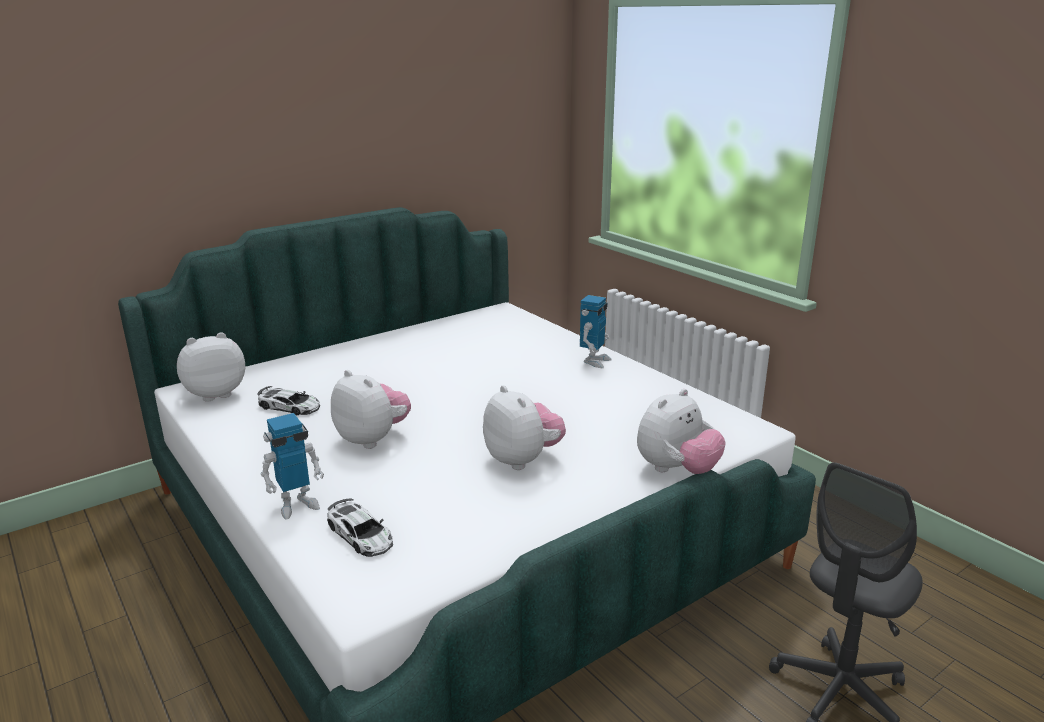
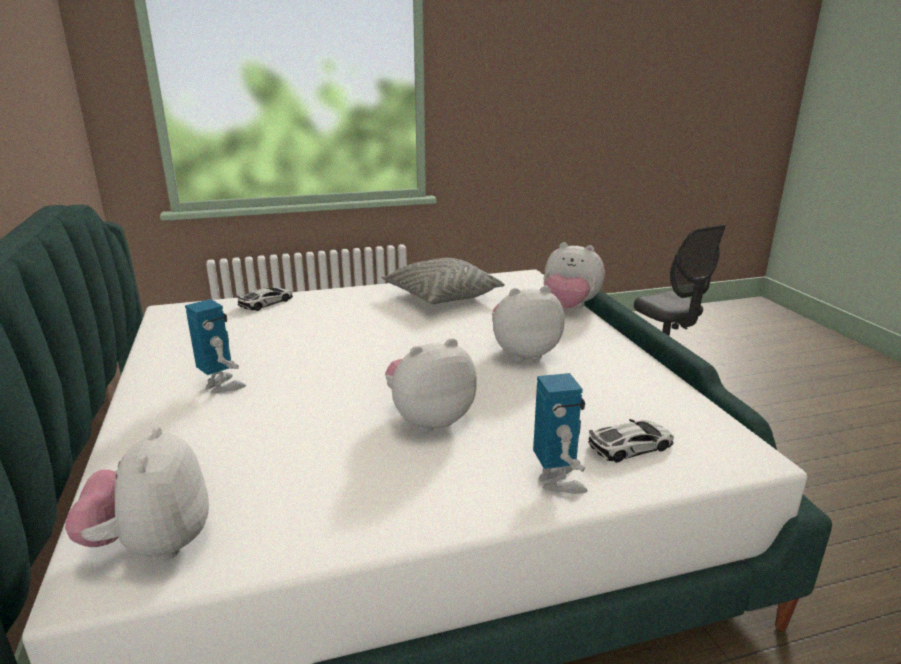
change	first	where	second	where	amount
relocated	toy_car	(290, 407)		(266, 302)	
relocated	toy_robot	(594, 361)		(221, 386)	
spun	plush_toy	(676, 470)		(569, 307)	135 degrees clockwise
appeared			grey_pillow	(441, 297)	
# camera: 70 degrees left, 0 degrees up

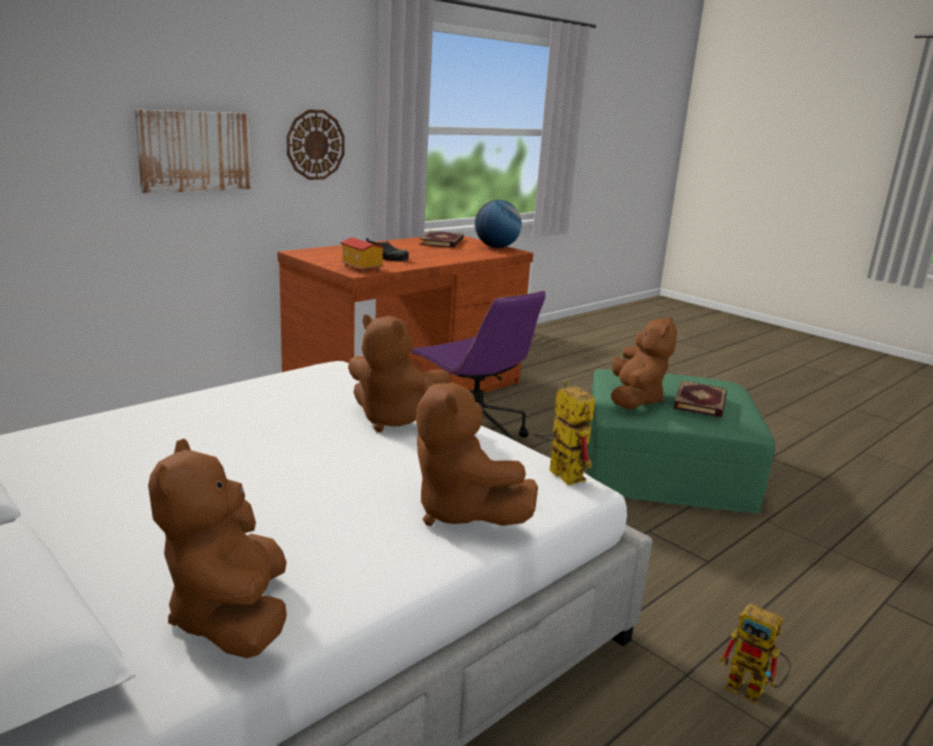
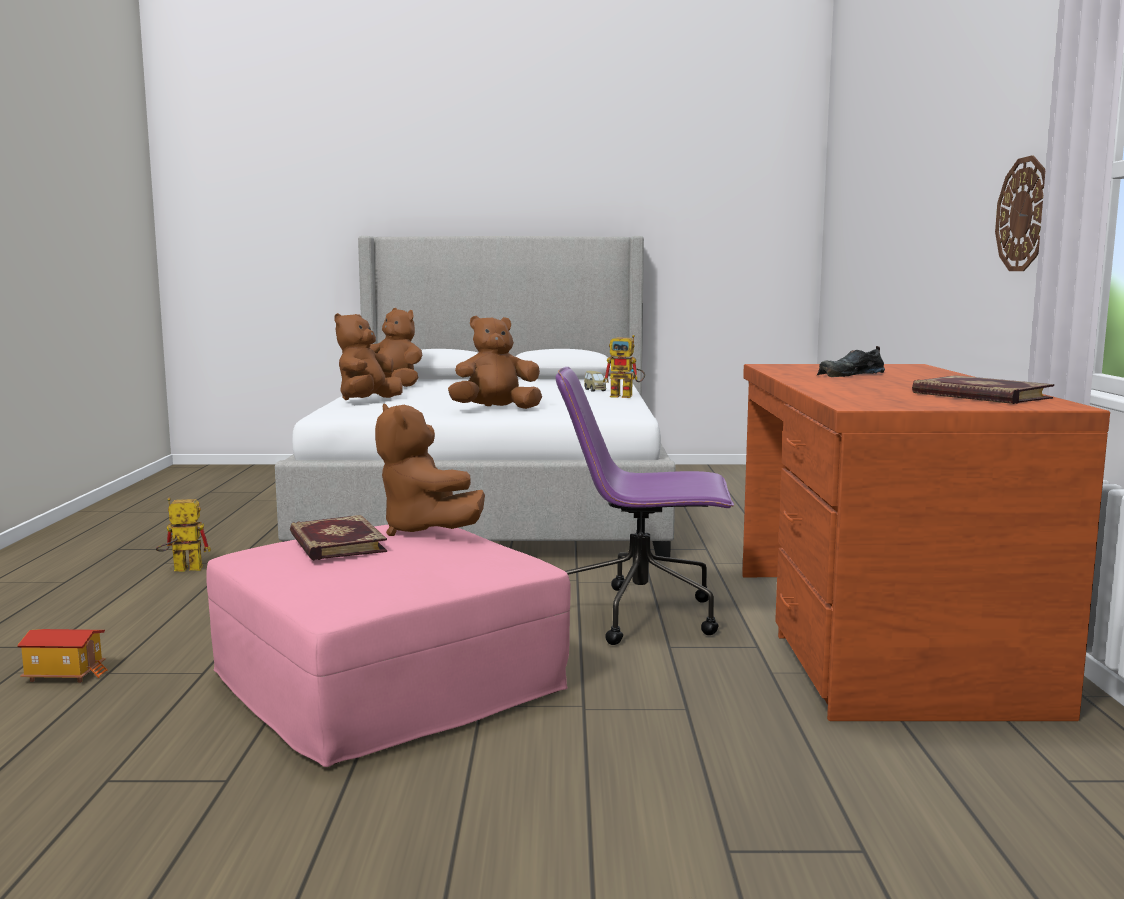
change	first	where	second	where	amount
missing	picture	(195, 151)			
relocated	toy_house	(361, 268)		(66, 674)	
spun	brown_plush_toy	(461, 512)		(367, 401)	75 degrees counterclockwise
missing	globe	(496, 247)			
relocated	toy_robot	(559, 473)		(626, 396)	
colour	green_ottoman	(666, 468)	pink_ottoman	(385, 683)	
appeared			toy_car	(595, 390)	
# camera: 135 degrees right, 10 degrees down

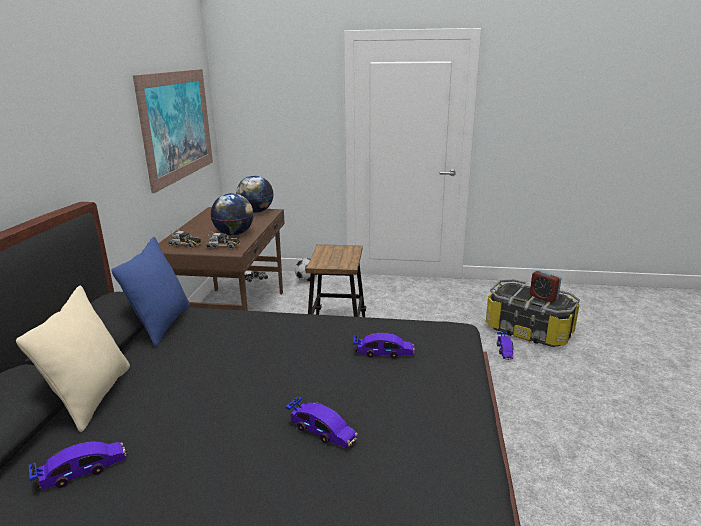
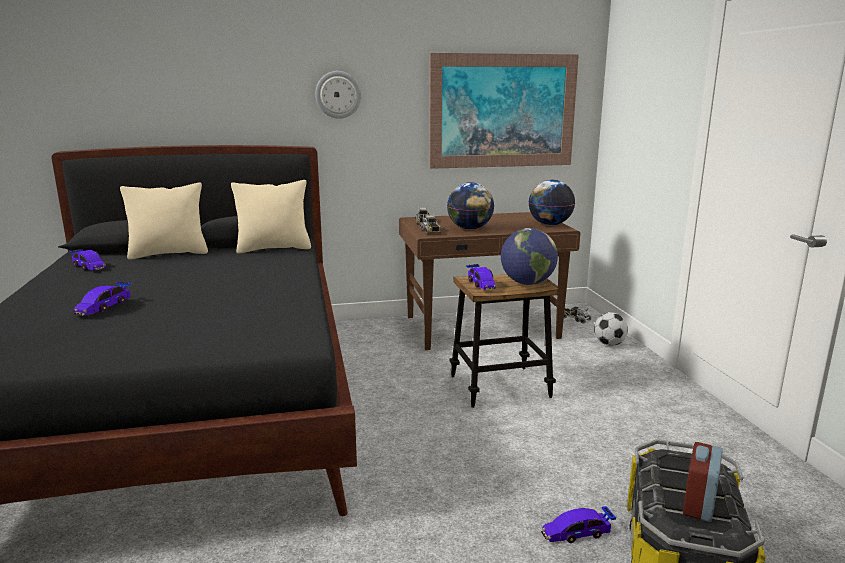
change	first	where	second	where	amount
colour	blue_pillow	(161, 324)	beige_pillow	(274, 248)	
relocated	toy_car	(384, 352)		(481, 284)	
appeared			wall_clock	(338, 94)	
appeared			globe	(527, 283)	
# camera: 70 degrees right, 5 degrees down

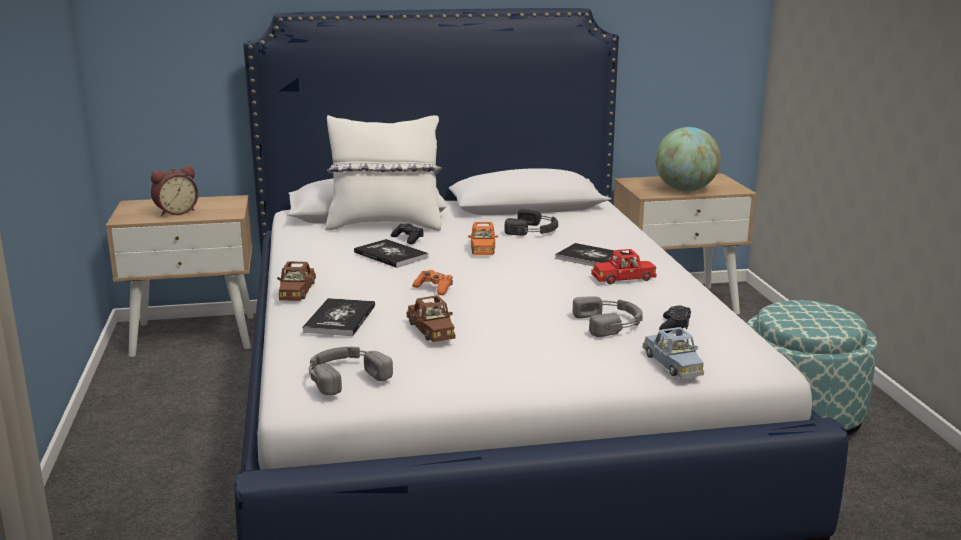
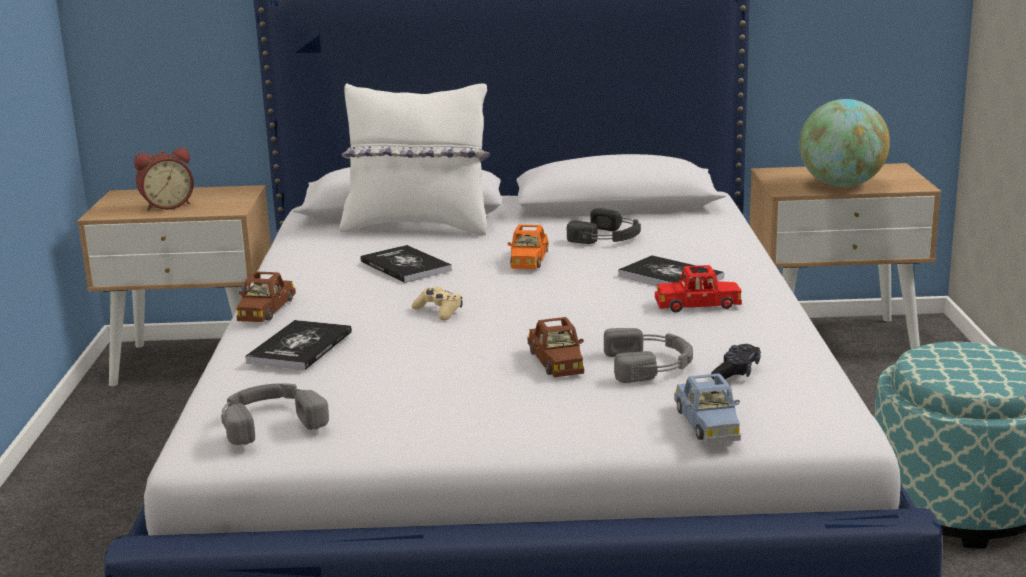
change	first	where	second	where	amount
missing	black_game_controller	(408, 239)			
relocated	brown_toy_car	(431, 330)		(556, 362)	
colour	orange_game_controller	(434, 288)	beige_game_controller	(439, 311)	
# camera: 10 degrees right, 0 degrees up

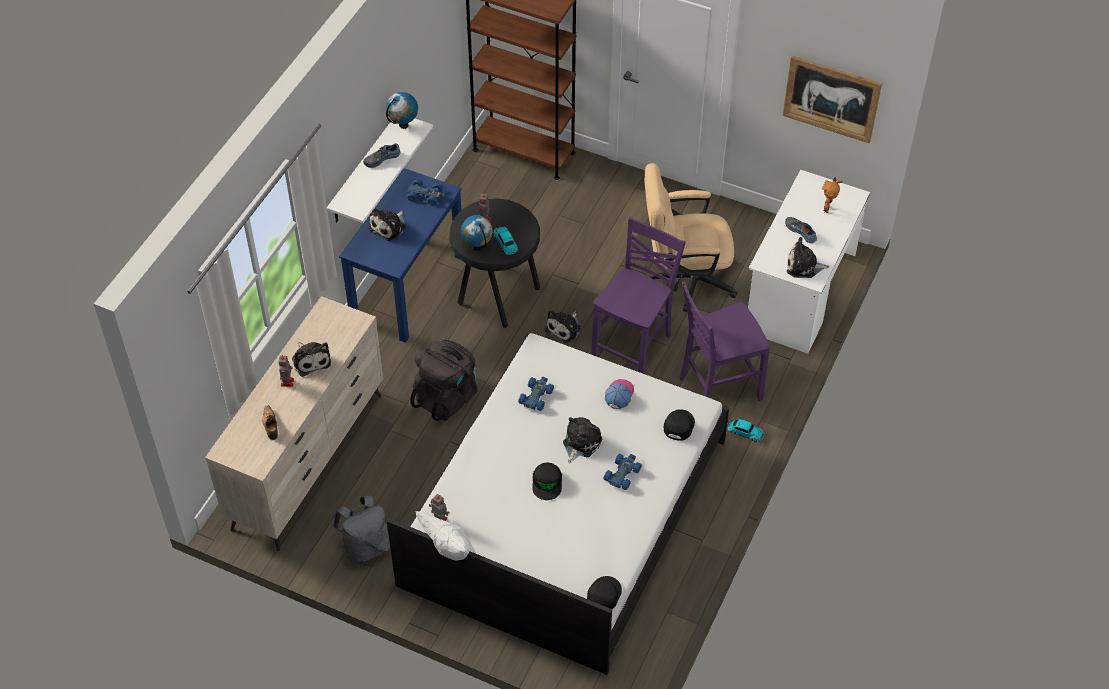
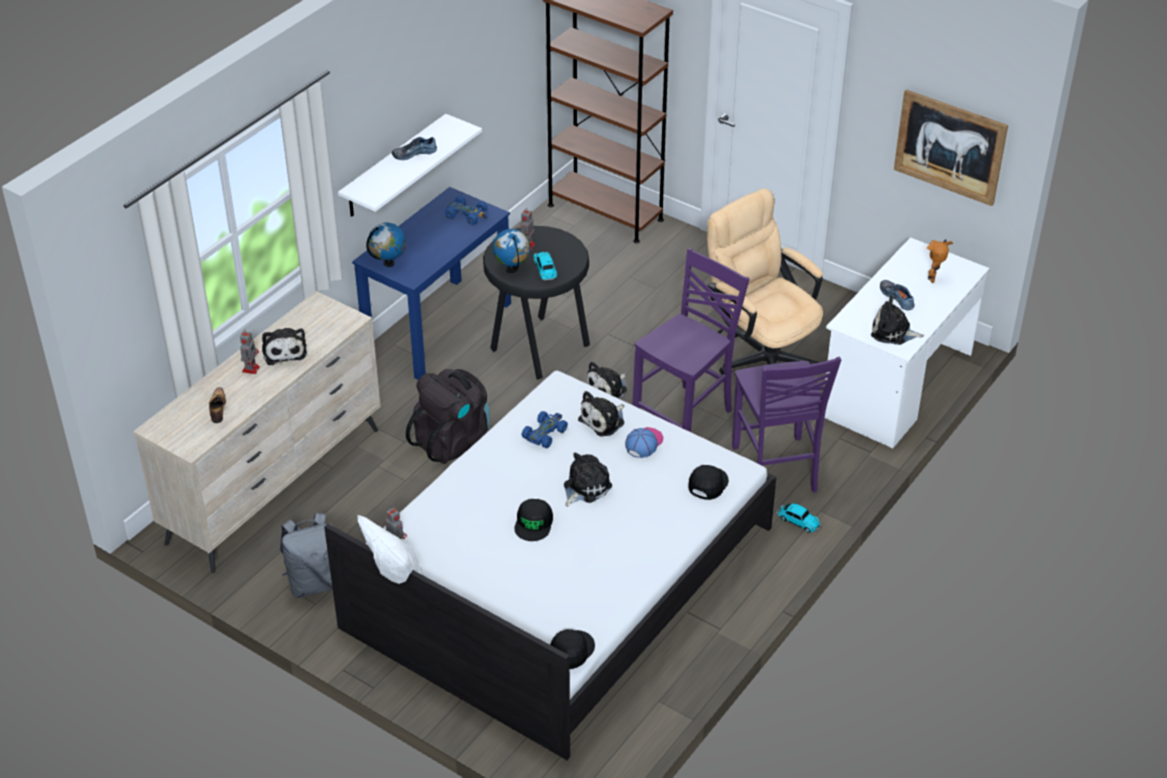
change	first	where	second	where	amount
relocated	plush_toy	(389, 227)		(604, 421)	
relocated	globe	(403, 125)		(388, 263)	
missing	blue_toy_car	(622, 474)			
spun	beige_office_chair	(684, 279)		(761, 356)	45 degrees clockwise
spun	purple_chair	(718, 387)		(775, 470)	90 degrees counterclockwise
# camera: 10 degrees right, 10 degrees down

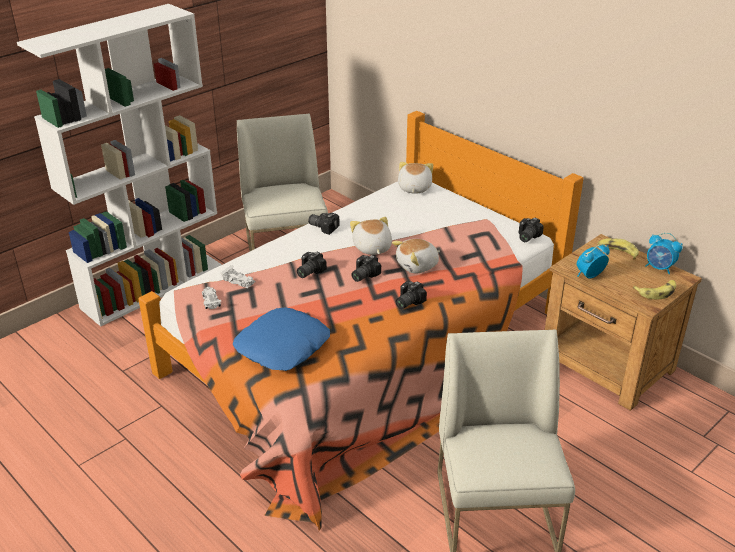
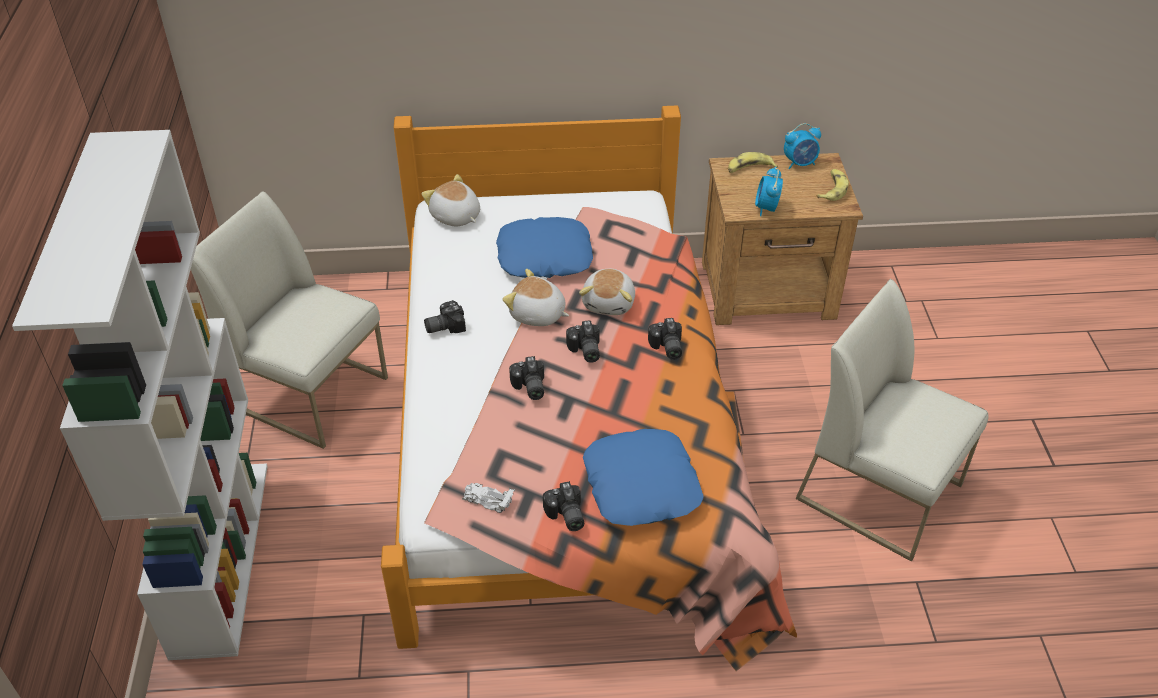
change	first	where	second	where	amount
missing	white_toy_car	(239, 281)			
relocated	photo_camera	(526, 236)		(565, 516)	
appeared			blue_pillow	(544, 256)	
# camera: 50 degrees left, 10 degrees up

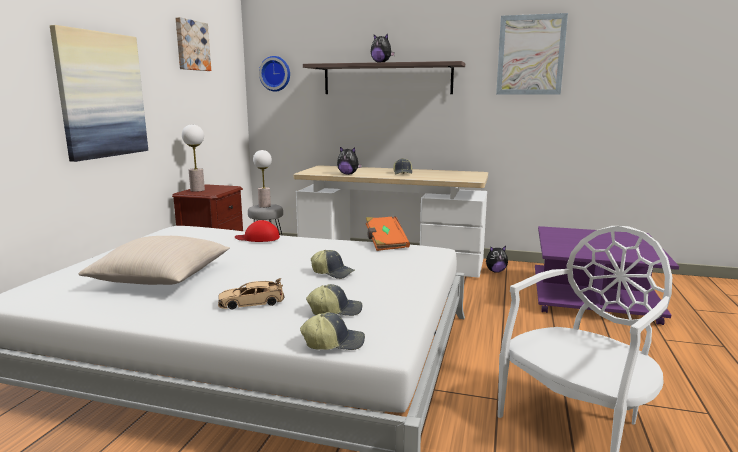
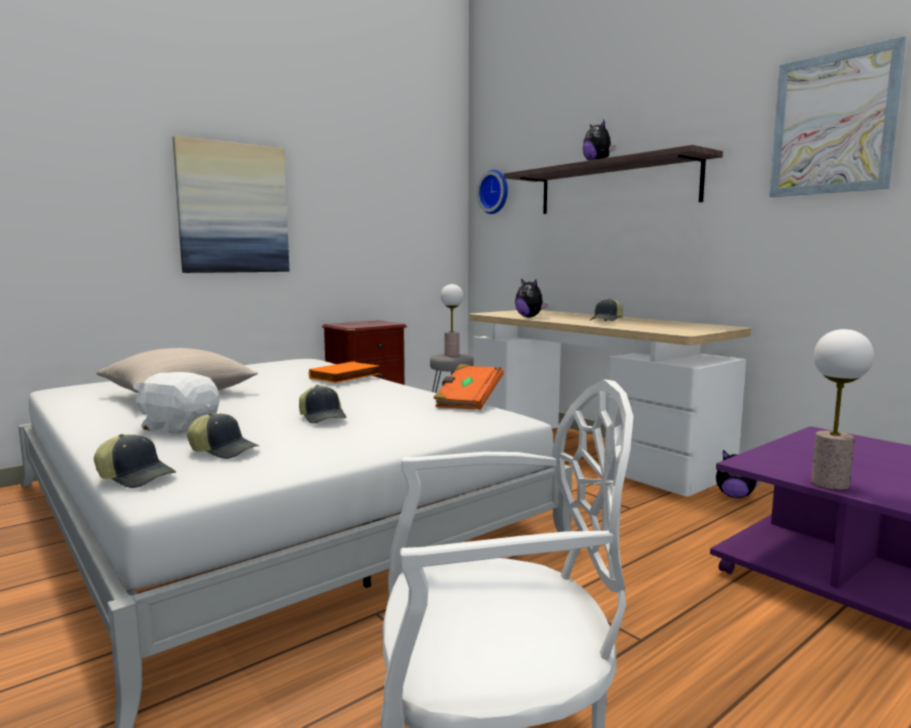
change	first	where	second	where	amount
missing	picture	(191, 45)			
relocated	table_lamp	(197, 190)		(829, 484)	
exchanged	beige_toy_car	(251, 302)	white_plush_toy	(179, 426)	
exchanged	red_cap	(258, 238)	orange_book	(345, 376)	
# camera: 35 degrees right, 5 degrees down

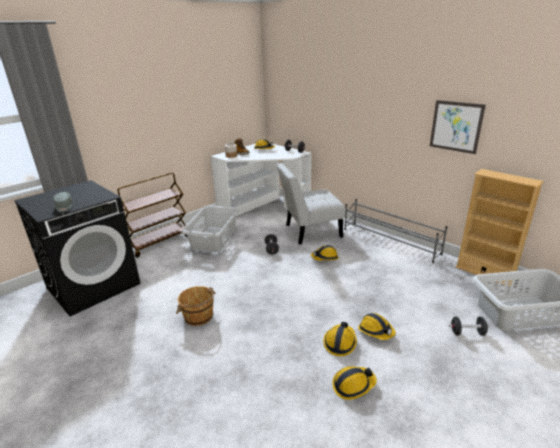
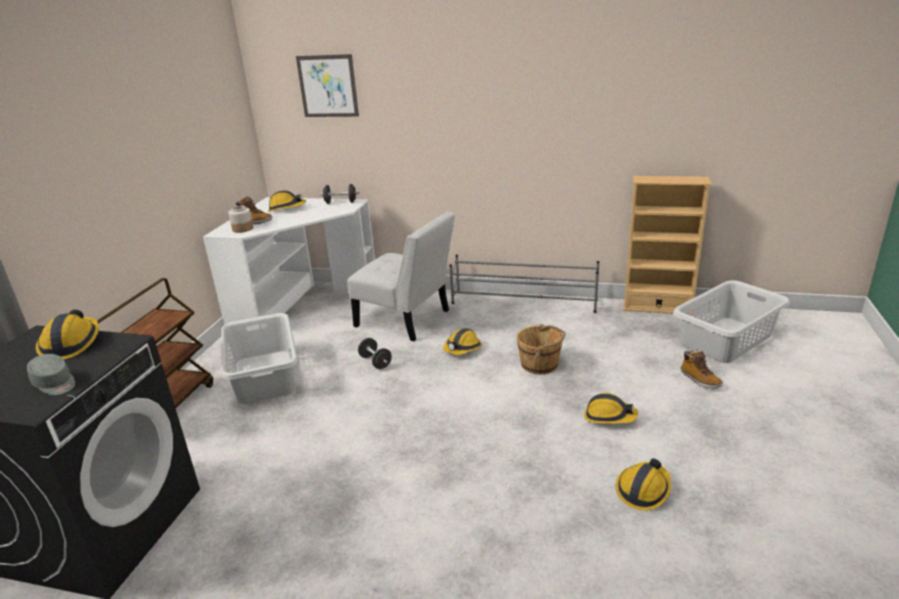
change	first	where	second	where	amount
relocated	brown_bucket	(199, 316)		(540, 364)	
spun	white_chair	(309, 231)		(407, 320)	105 degrees counterclockwise
relocated	hard_hat	(340, 342)		(72, 343)	
relocated	picture	(456, 126)		(328, 86)	
exchanged	black_dumbbell	(467, 333)	boot	(699, 380)	
# camera: 30 degrees left, 0 degrees up

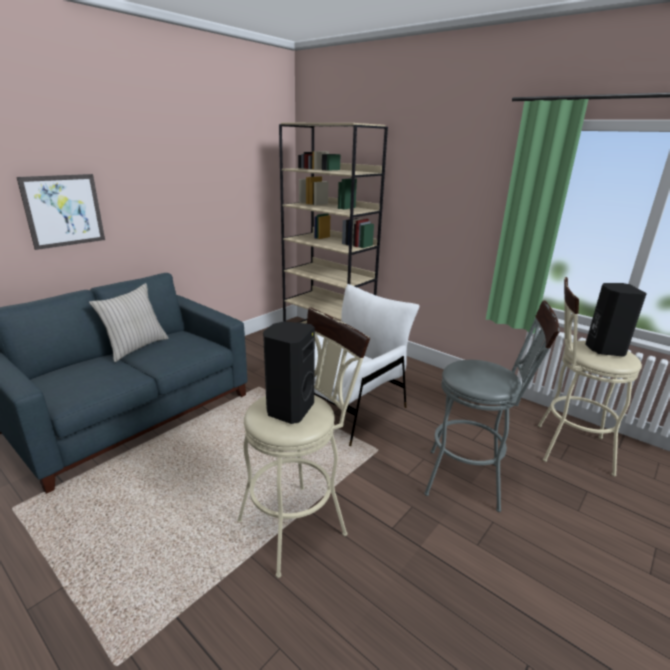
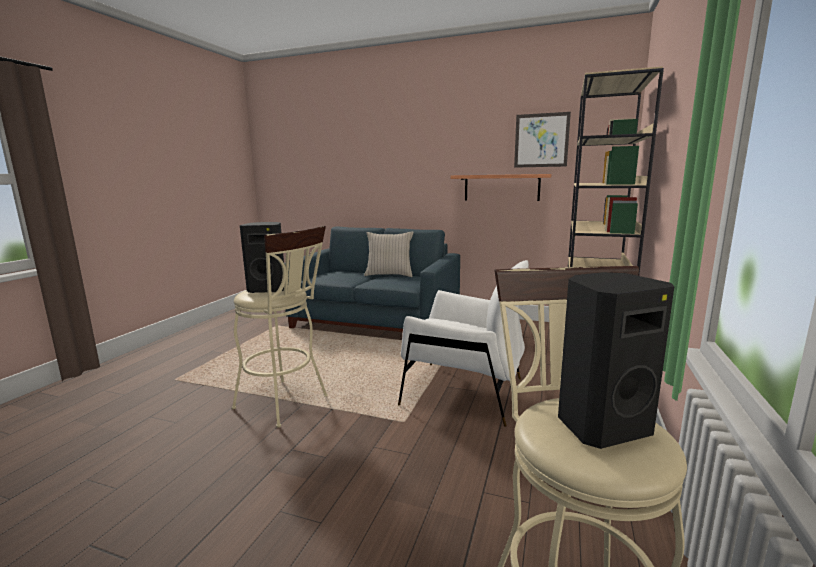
change	first	where	second	where	amount
relocated	picture	(64, 211)		(541, 140)	
missing	grey_stool	(471, 480)			
appeared			shelf	(501, 187)	
# camera: 70 degrees right, 10 degrees down

